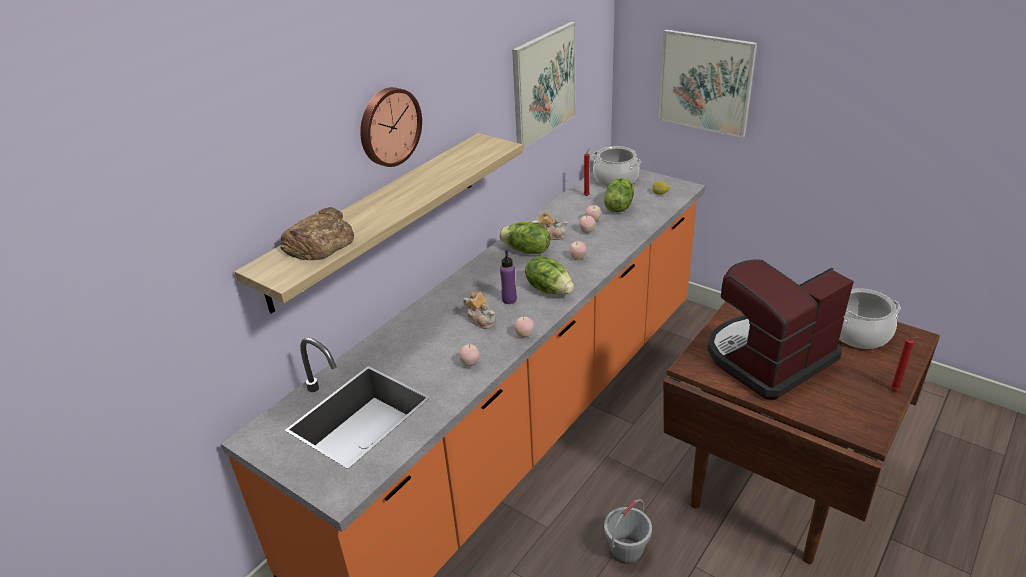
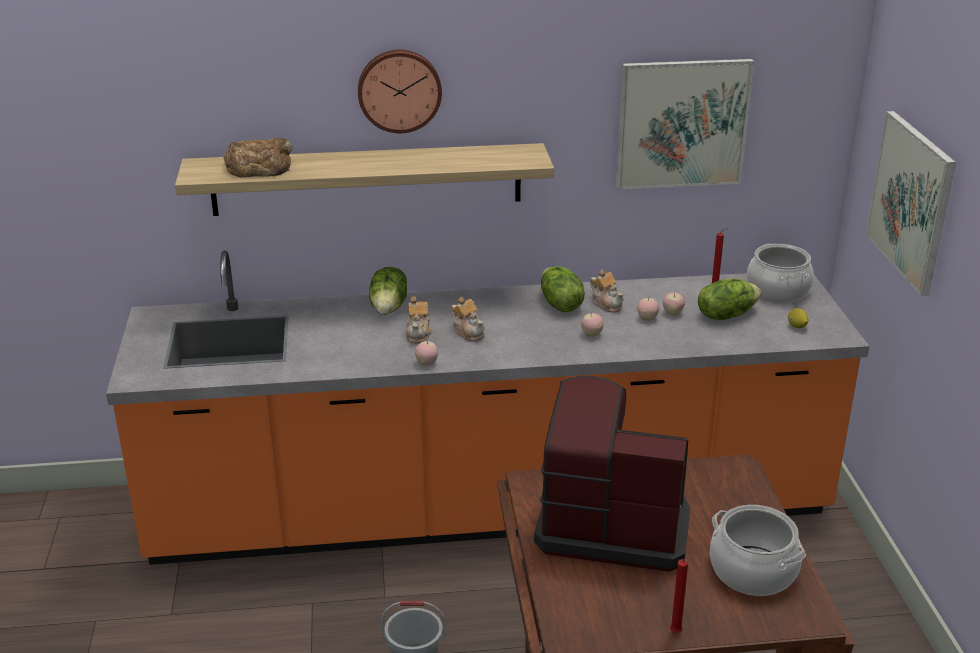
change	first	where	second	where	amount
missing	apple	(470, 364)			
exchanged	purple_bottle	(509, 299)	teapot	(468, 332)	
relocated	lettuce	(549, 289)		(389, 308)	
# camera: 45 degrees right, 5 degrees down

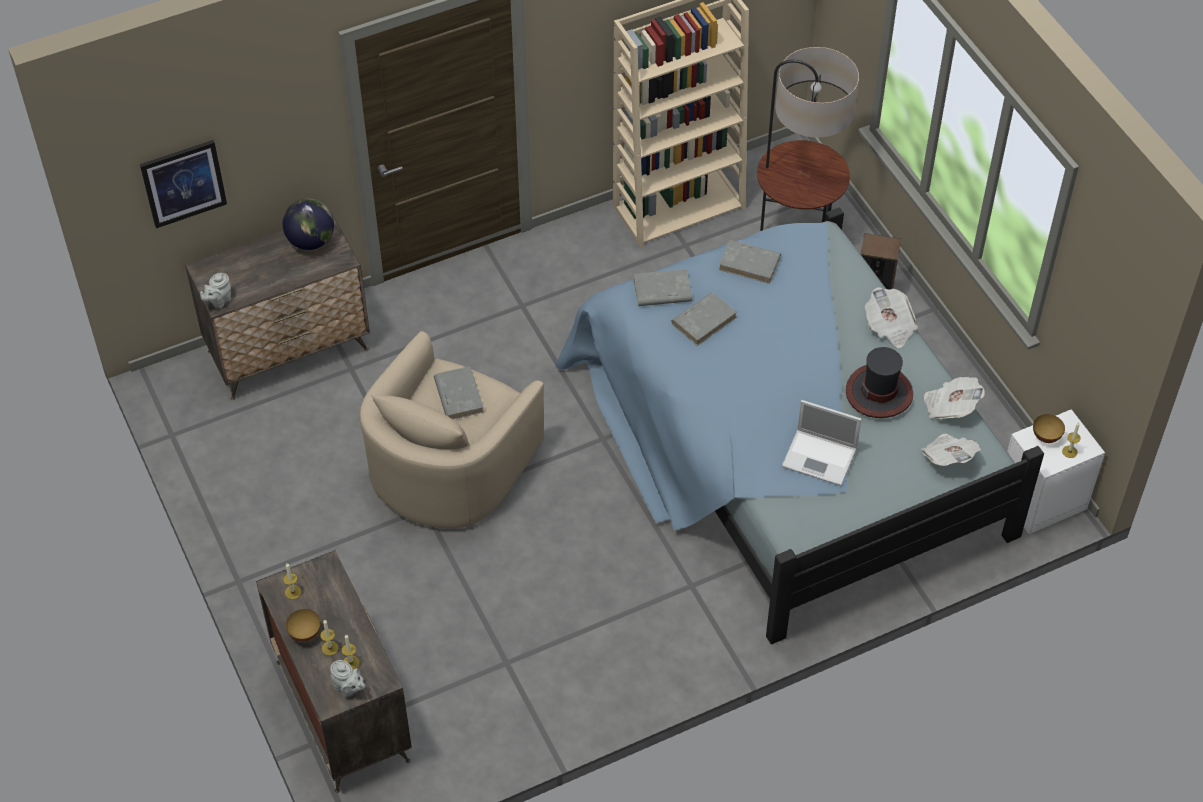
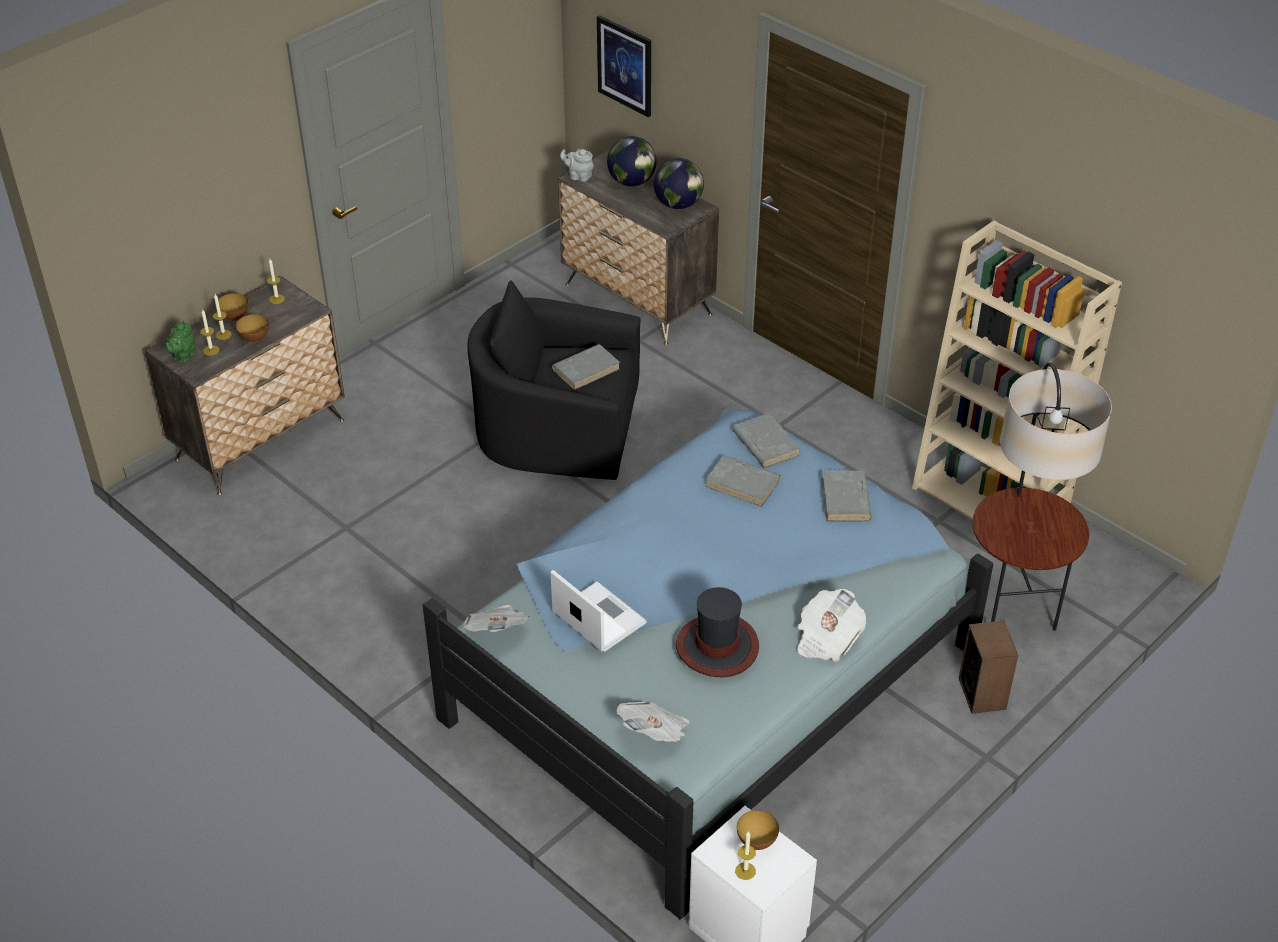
change	first	where	second	where	amount
colour	grey_teapot	(348, 688)	green_teapot	(183, 356)	
colour	beige_armchair	(449, 465)	black_armchair	(558, 430)	
spun	laptop	(820, 458)		(597, 617)	135 degrees clockwise
relocated	newspaper	(950, 407)		(497, 631)	
appeared			bowl	(254, 338)	
appeared			globe	(631, 182)	
# camera: 70 degrees right, 10 degrees down

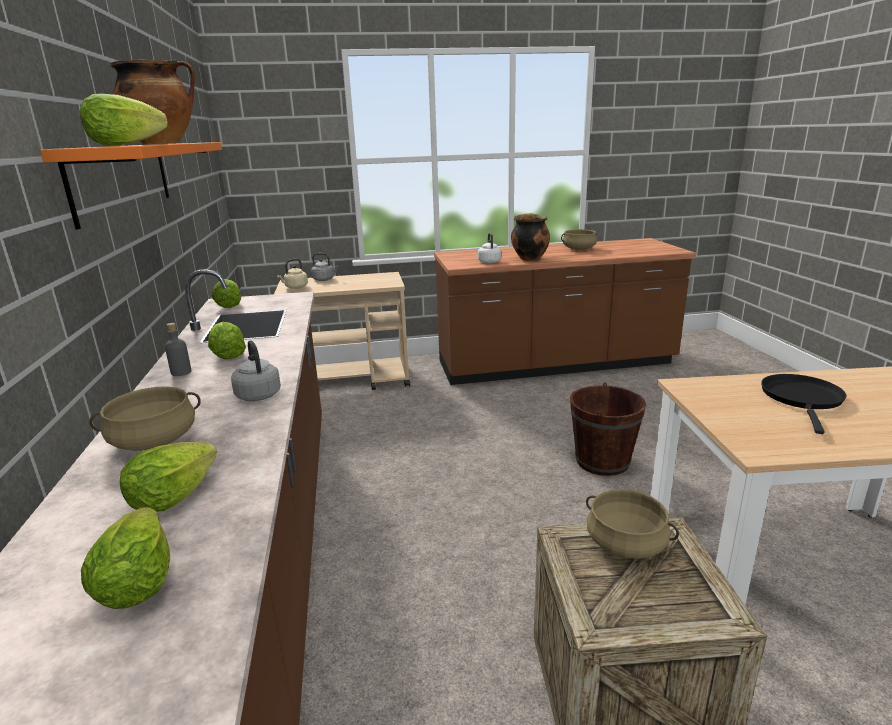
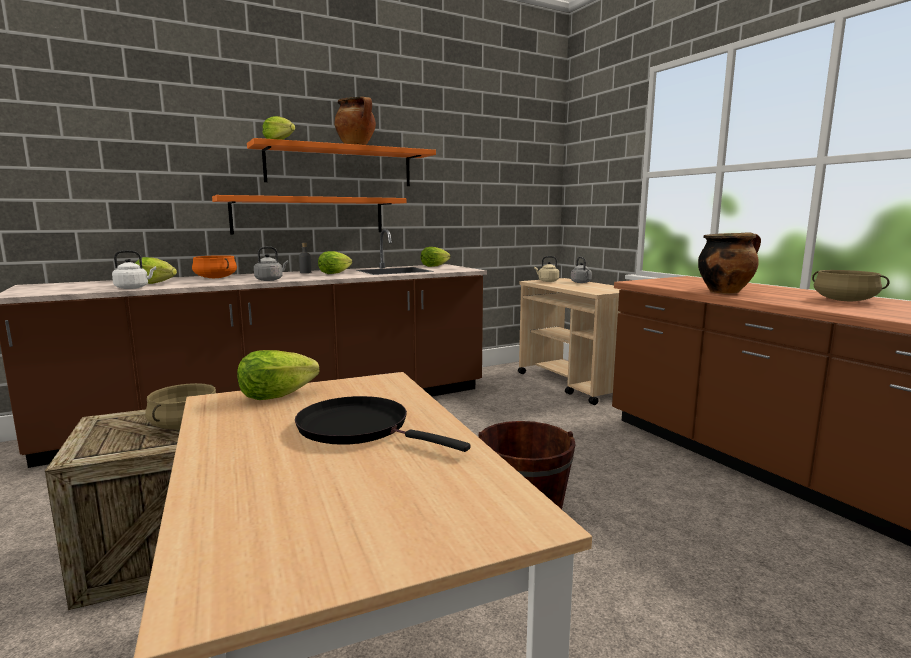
change	first	where	second	where	amount
relocated	lettuce	(138, 583)		(276, 396)	
colour	beige_cooking_pot	(154, 440)	orange_cooking_pot	(216, 278)	
relocated	white_kettle	(489, 262)		(133, 288)	
spun	black_frying_pan	(802, 399)		(359, 428)	150 degrees counterclockwise
appeared			orange_shelf	(309, 215)	
# camera: 70 degrees right, 10 degrees down

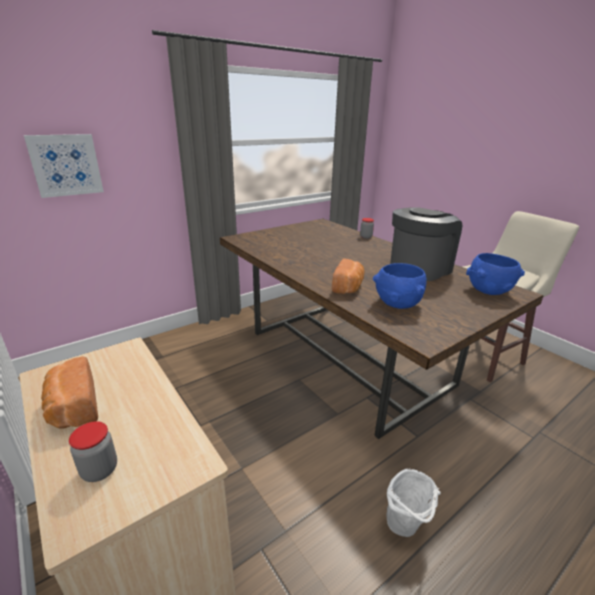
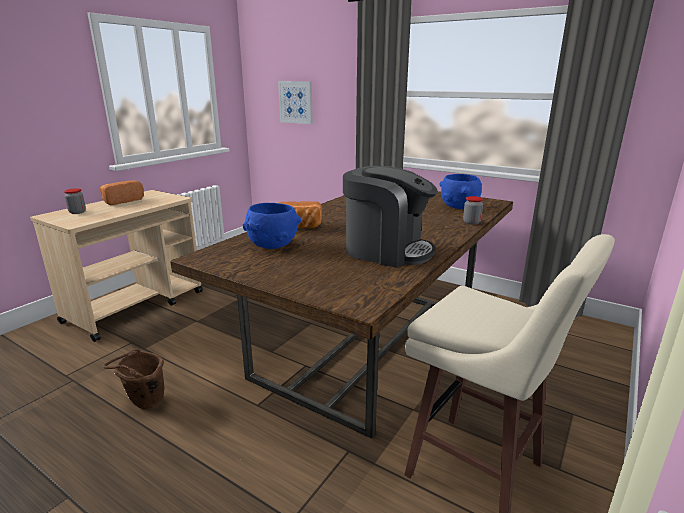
change	first	where	second	where	amount
colour	white_bucket	(405, 528)	brown_bucket	(144, 404)	
relocated	blue_bowl	(488, 291)		(458, 207)	
# camera: 70 degrees right, 5 degrees down

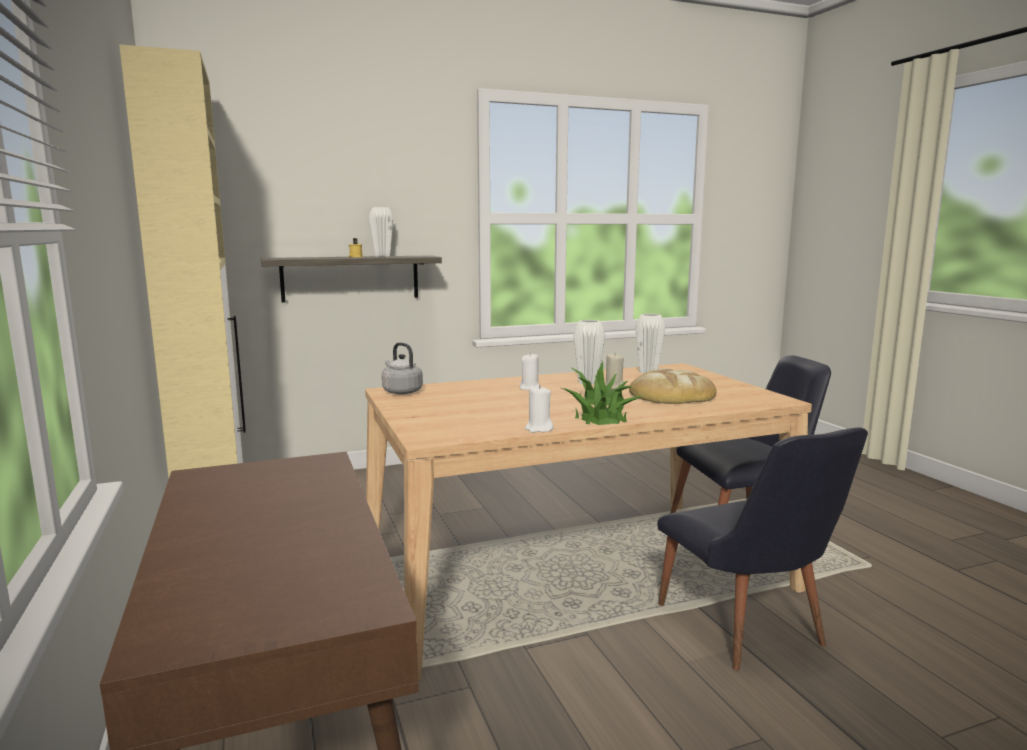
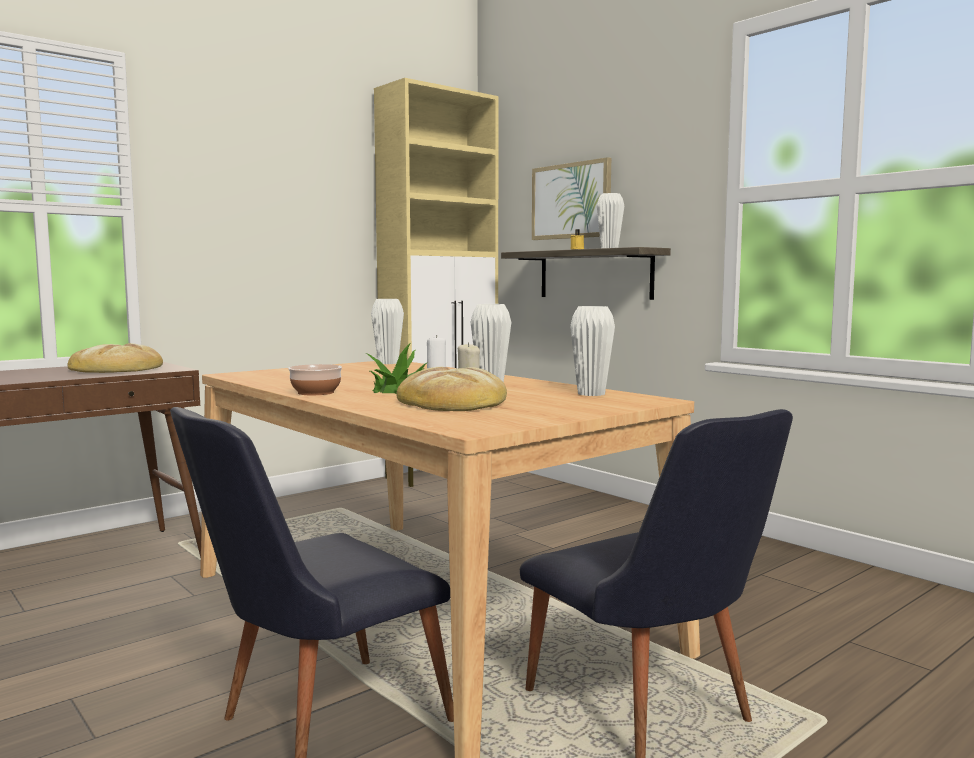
change	first	where	second	where	amount
exchanged	grey_kettle	(401, 391)	white_vase	(388, 363)	
missing	white_candle	(538, 429)			
exchanged	potted_plant	(600, 418)	bowl	(316, 392)	
appeared			bread	(117, 368)	
appeared			picture	(571, 201)	
# camera: 70 degrees right, 5 degrees down

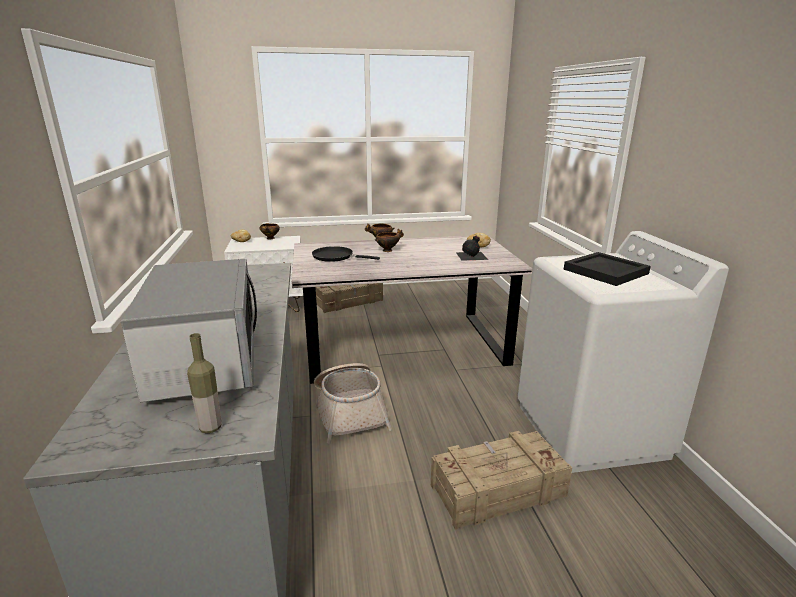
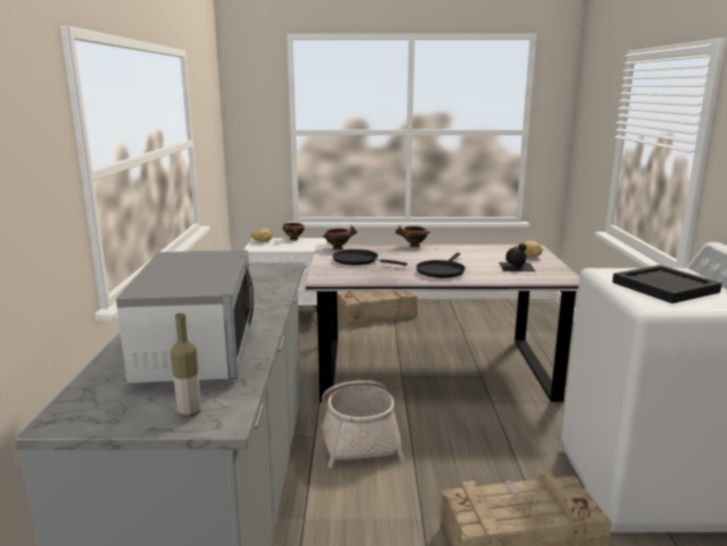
change	first	where	second	where	amount
relocated	bowl	(388, 250)		(338, 248)	
appeared			black_frying_pan	(441, 271)	
# camera: 10 degrees right, 5 degrees down

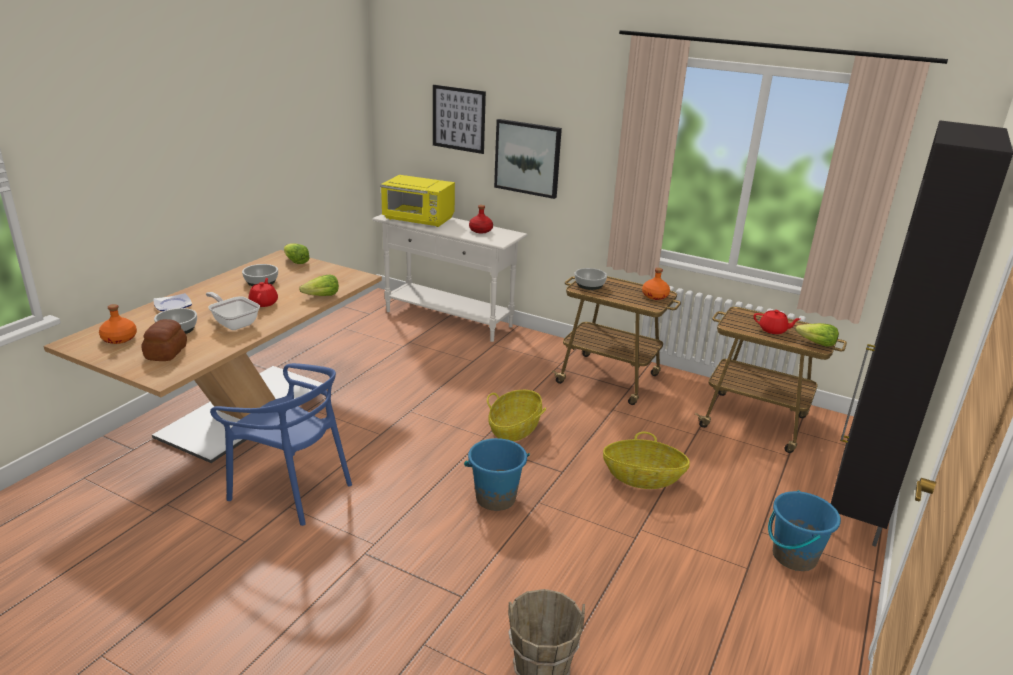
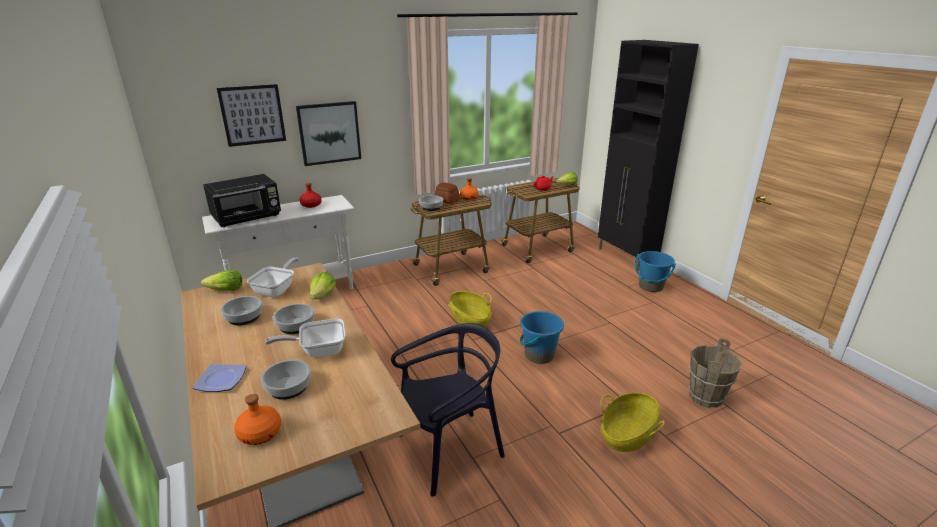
change	first	where	second	where	amount
relocated	bread	(167, 352)		(447, 200)	
colour	blue_chair	(292, 489)	black_chair	(450, 449)	
exchanged	red_teapot	(264, 302)	bowl	(295, 325)	
colour	yellow_microwave	(419, 219)	black_microwave	(247, 217)	
relocated	basket	(643, 477)		(627, 434)	
appeared			frying_pan	(277, 290)	
# camera: 55 degrees left, 0 degrees up

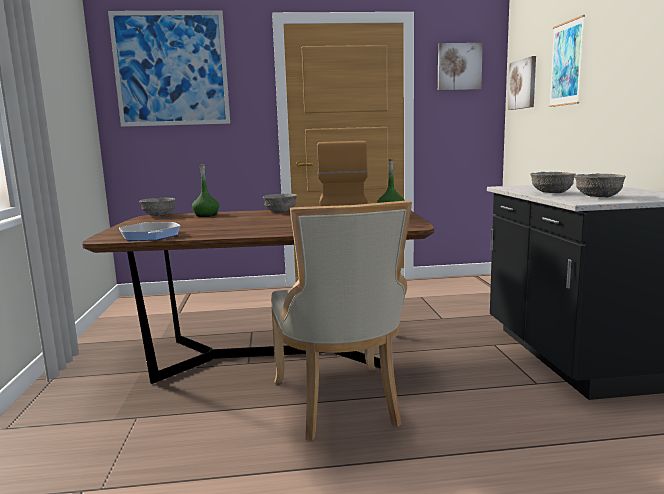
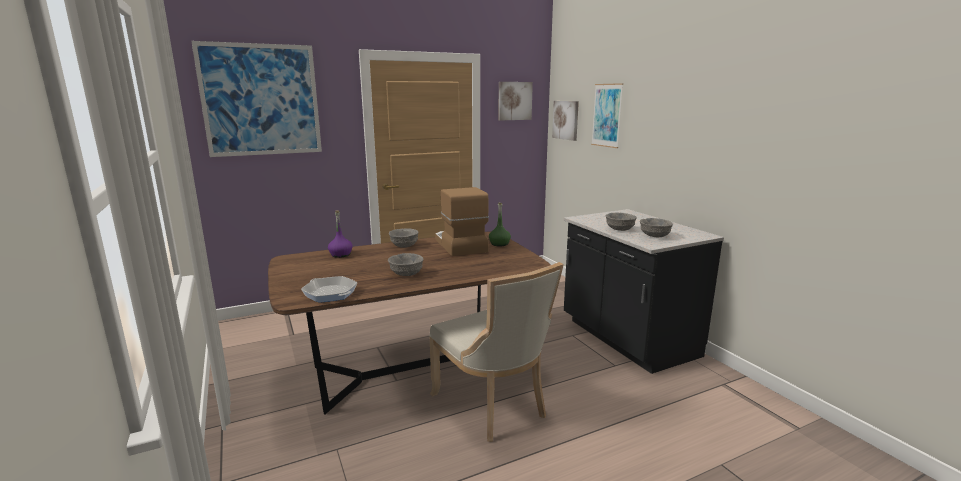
change	first	where	second	where	amount
relocated	grey_bowl	(158, 215)		(406, 274)	
colour	green_bottle	(206, 215)	purple_bottle	(341, 255)	
# camera: 20 degrees left, 5 degrees up

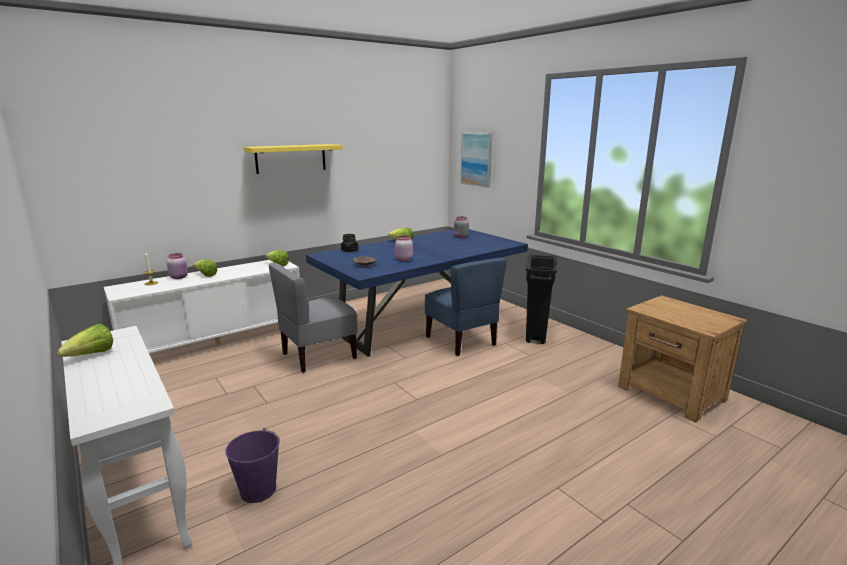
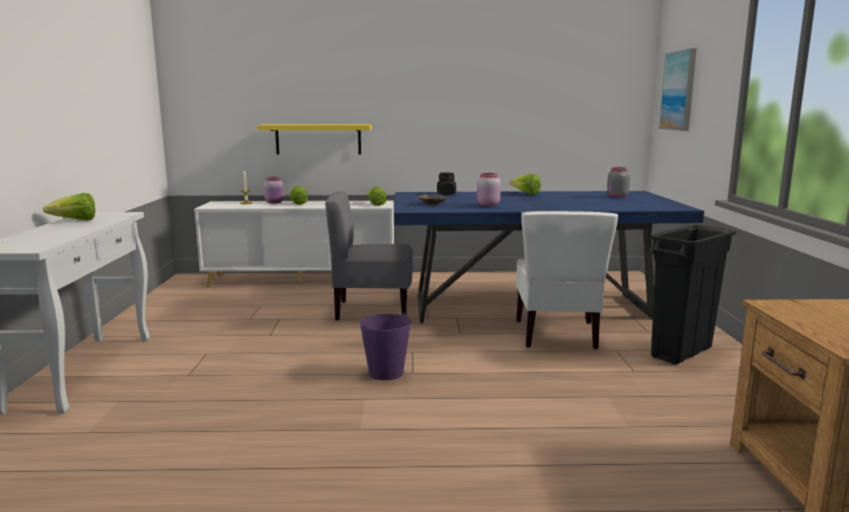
change	first	where	second	where	amount
relocated	purple_bucket	(258, 490)		(385, 372)	
relocated	yellow_shelf	(291, 158)		(318, 139)	
colour	blue_chair	(461, 341)	white_chair	(557, 334)	
# camera: 35 degrees right, 5 degrees down

